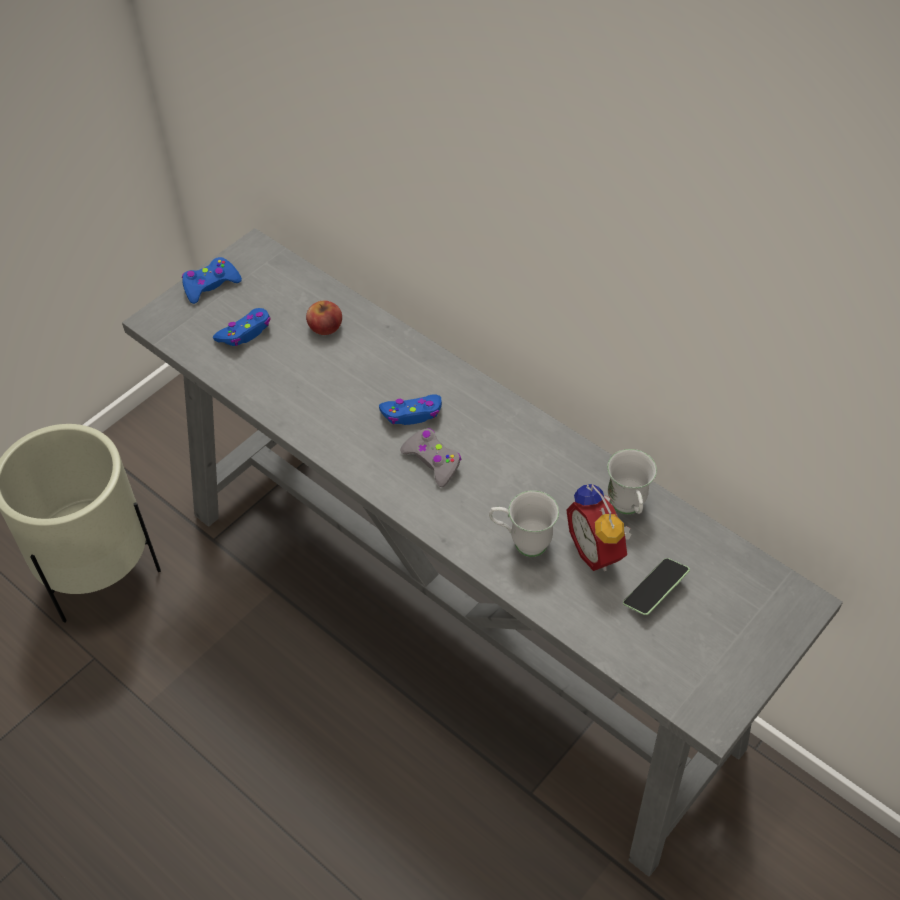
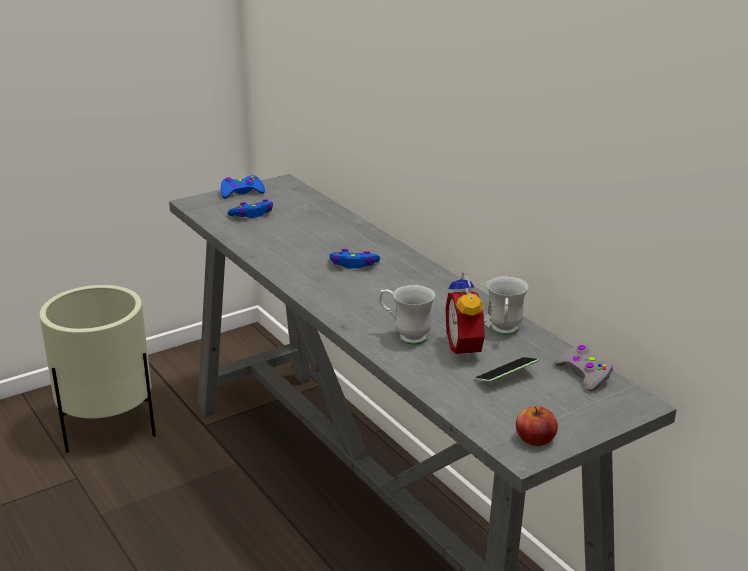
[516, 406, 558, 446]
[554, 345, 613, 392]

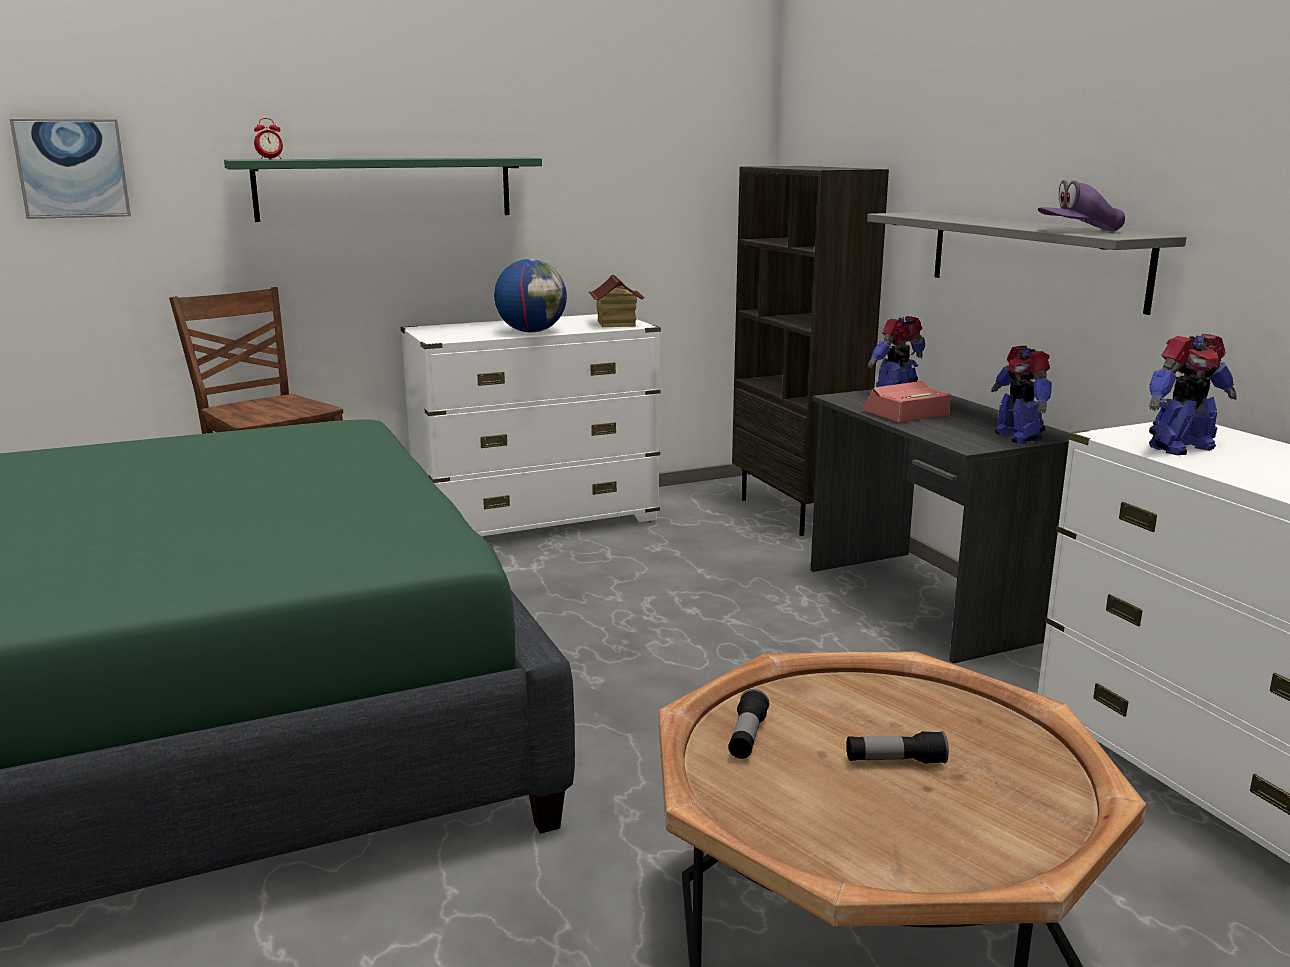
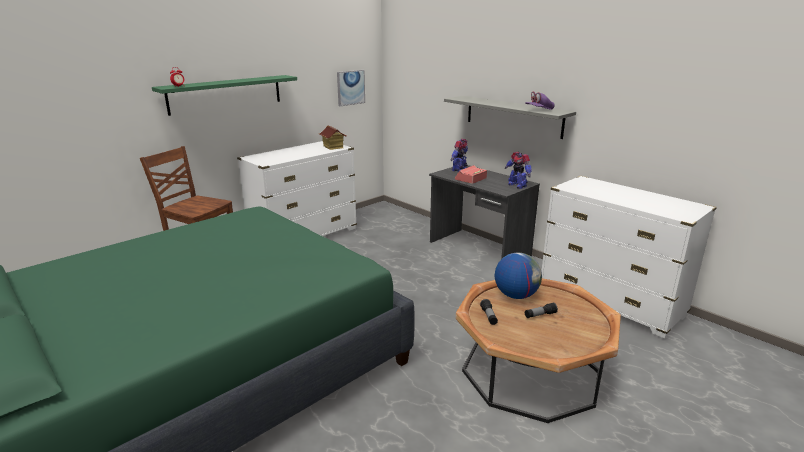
[337, 70, 365, 106]
[732, 166, 889, 536] (first image)
[495, 253, 542, 299]
[1149, 334, 1237, 455] (first image)

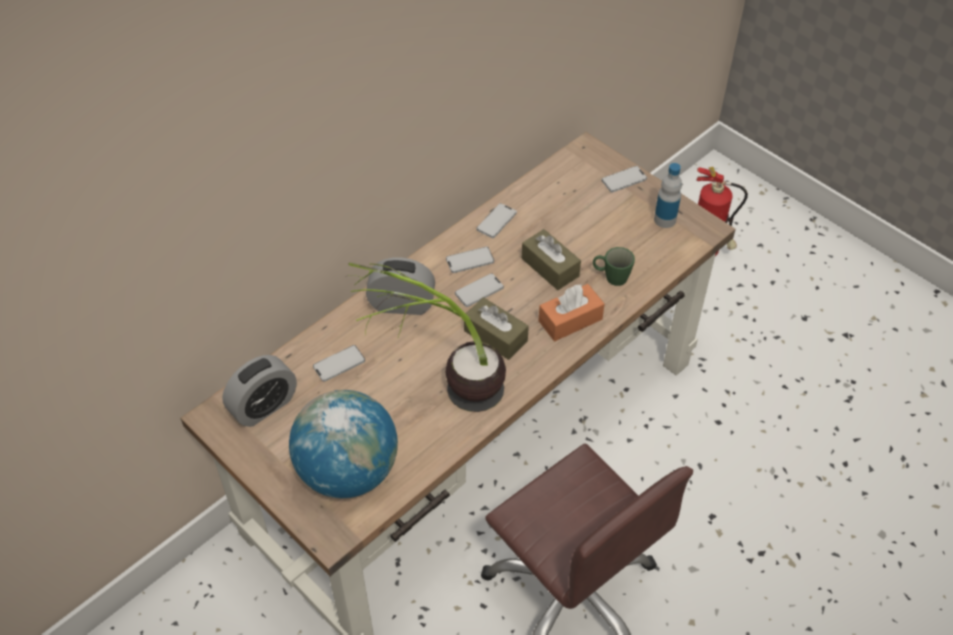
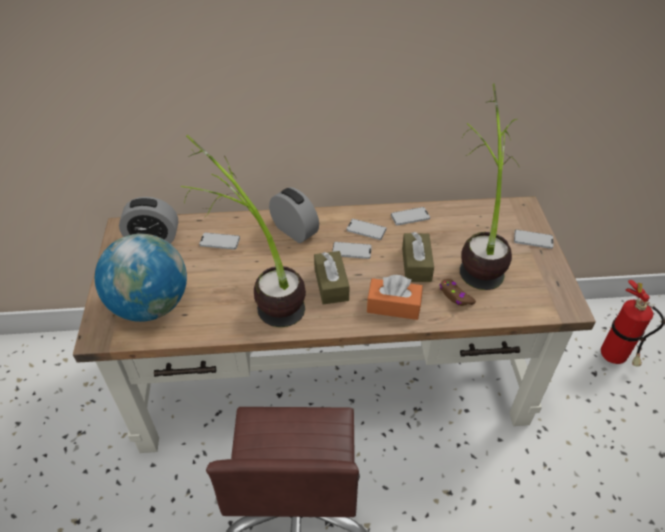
[654, 163, 682, 228] (first image)
[439, 279, 476, 306]
[460, 83, 520, 290]

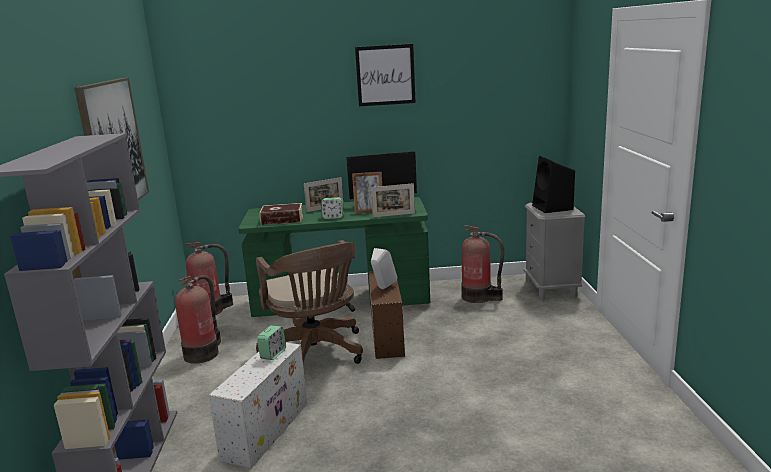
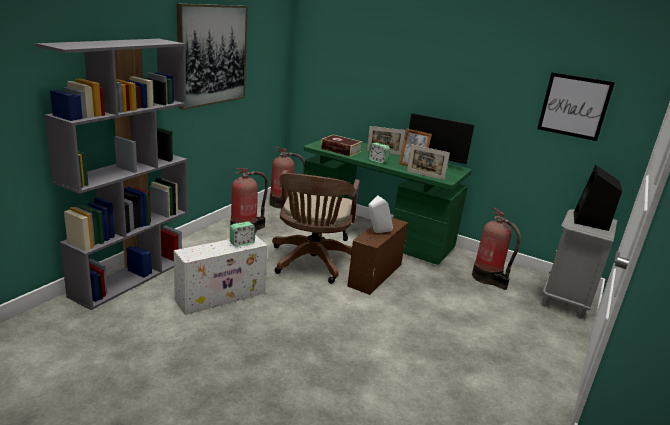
[537, 72, 615, 141]

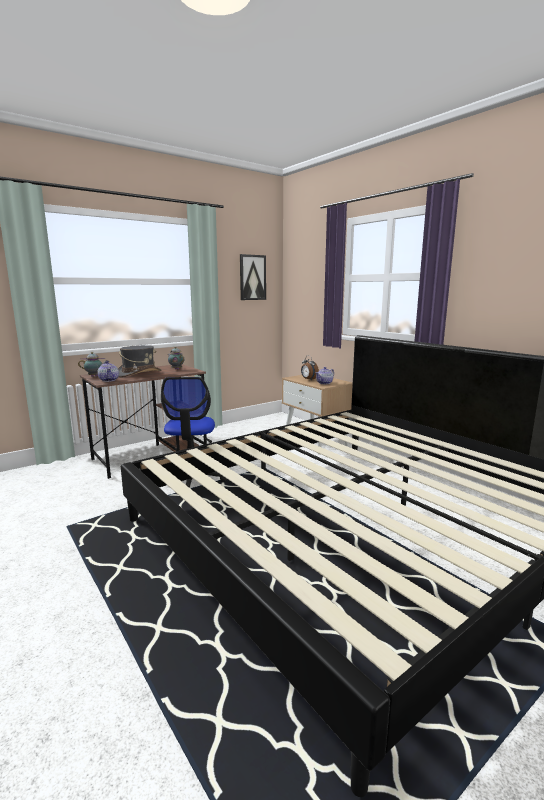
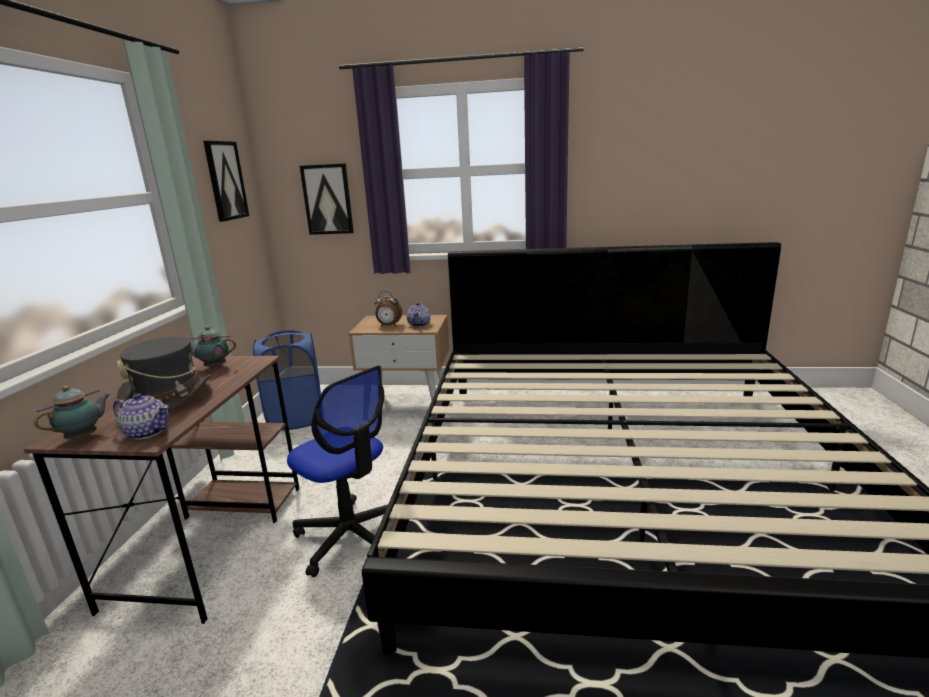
[300, 163, 354, 235]
[253, 330, 321, 430]

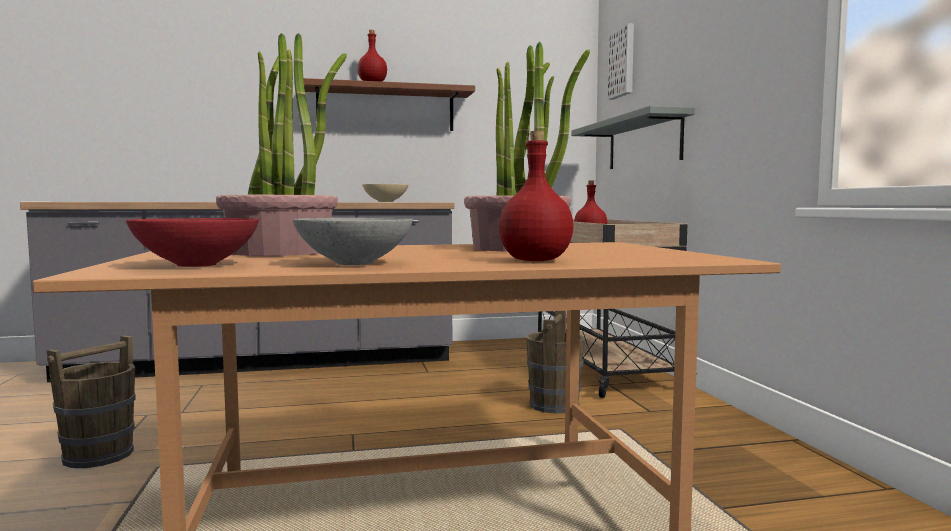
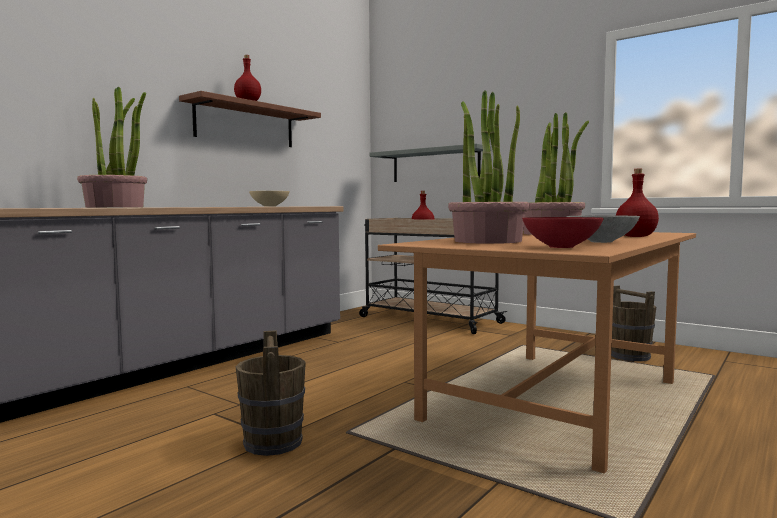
[608, 23, 634, 100] (first image)
[611, 285, 656, 361]
[77, 86, 147, 207]

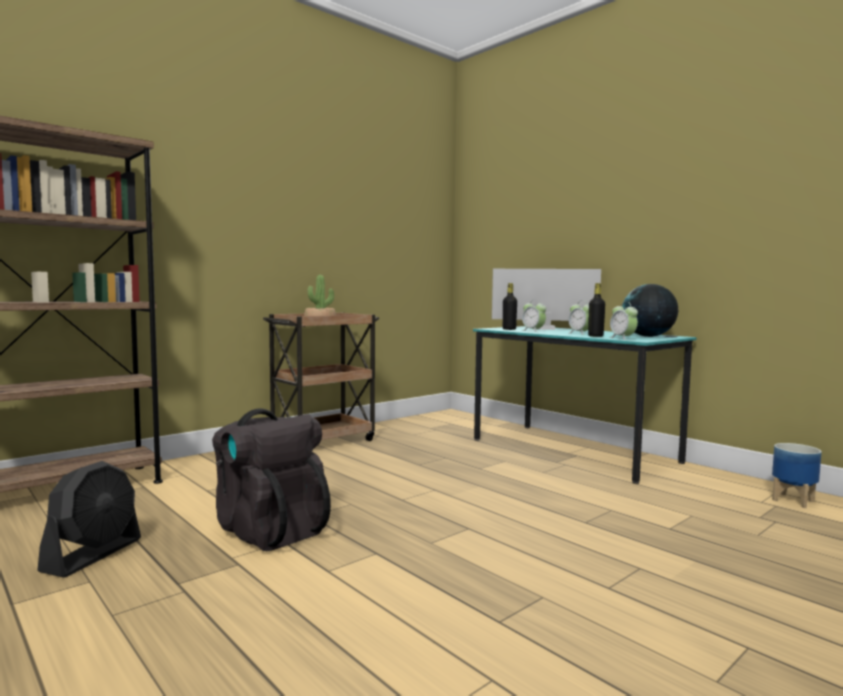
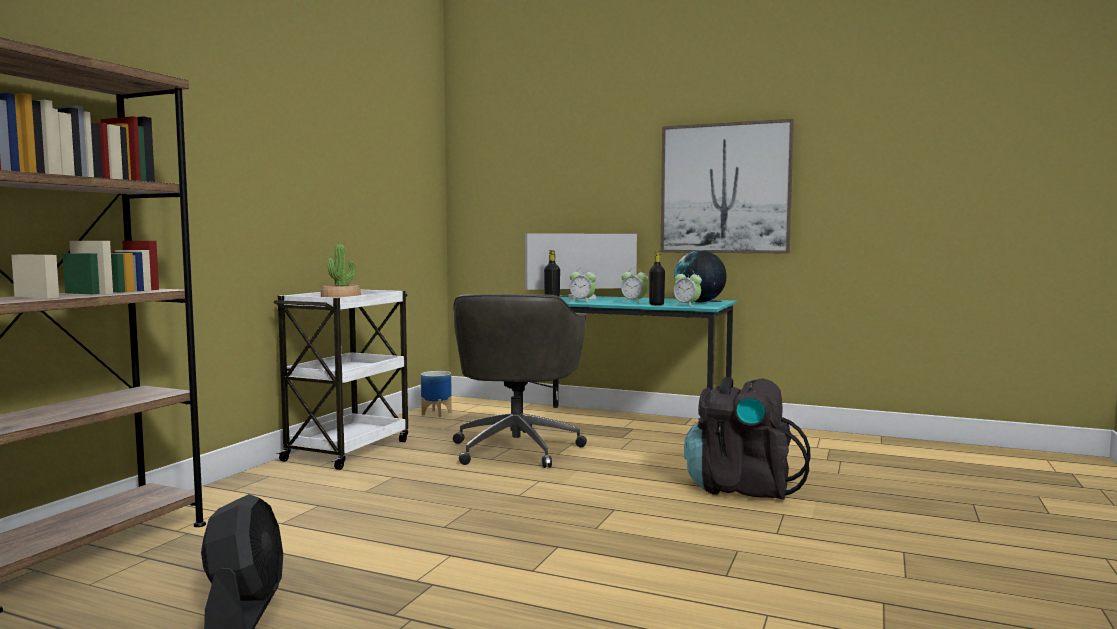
[273, 290, 408, 470]
[684, 377, 811, 500]
[421, 371, 452, 417]
[661, 119, 794, 253]
[453, 294, 587, 468]

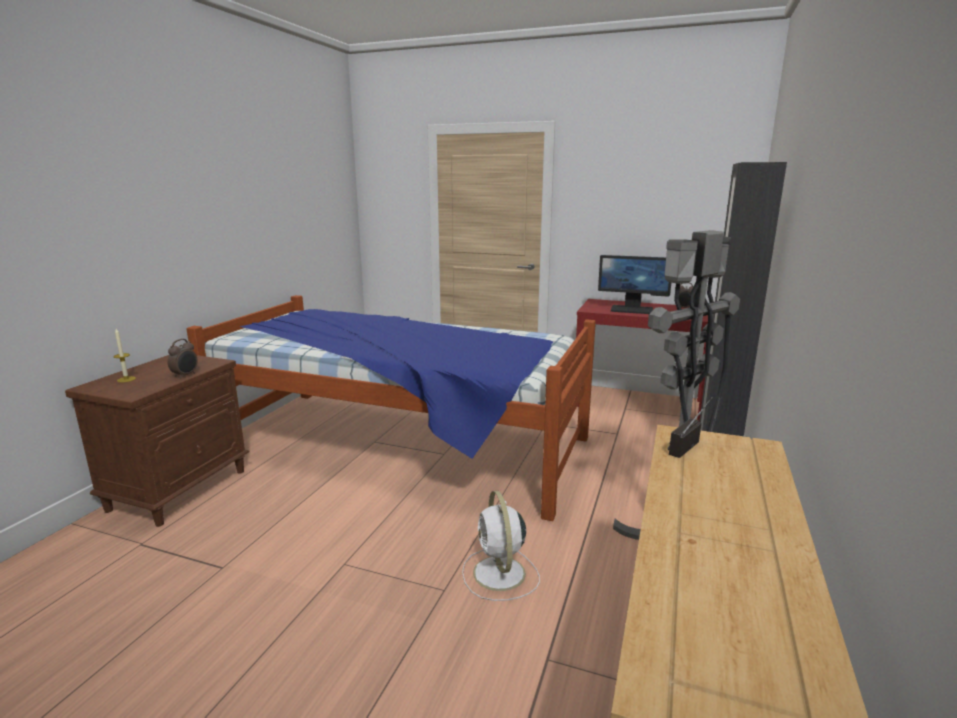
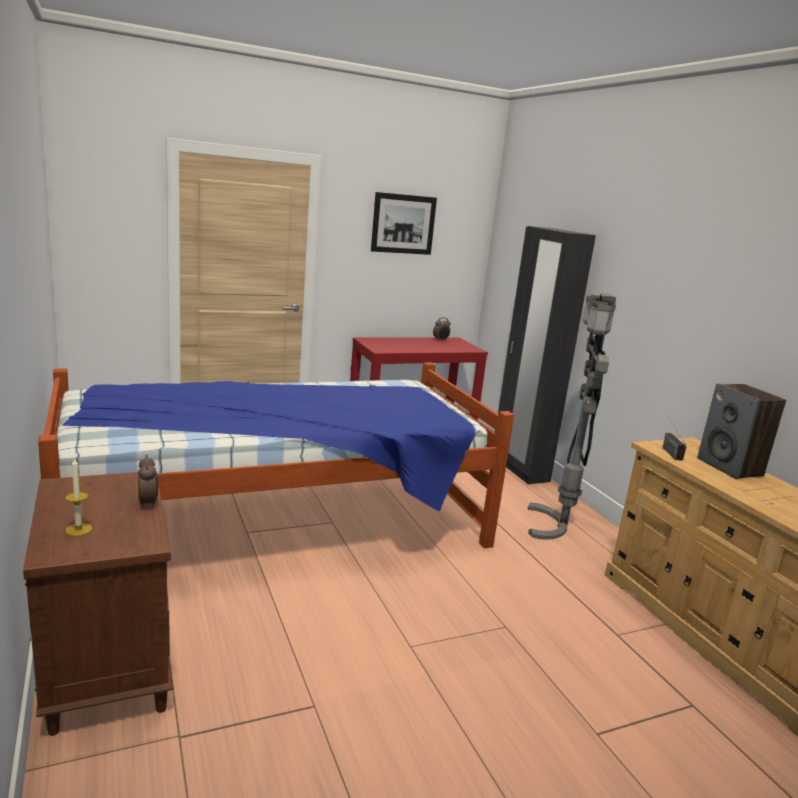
[598, 255, 671, 314] (first image)
[462, 491, 540, 601] (first image)
[371, 192, 437, 255]
[697, 384, 786, 479]

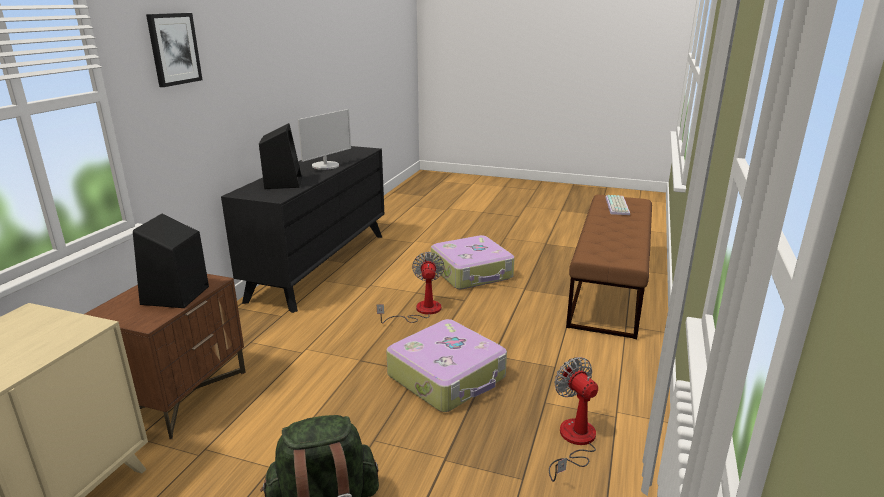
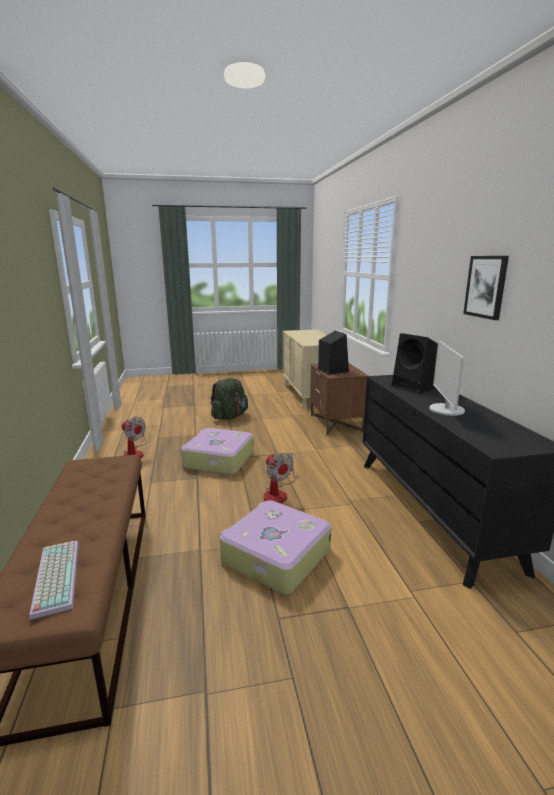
[463, 256, 509, 320]

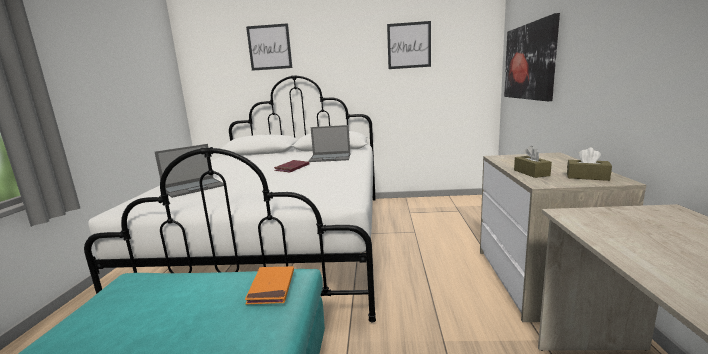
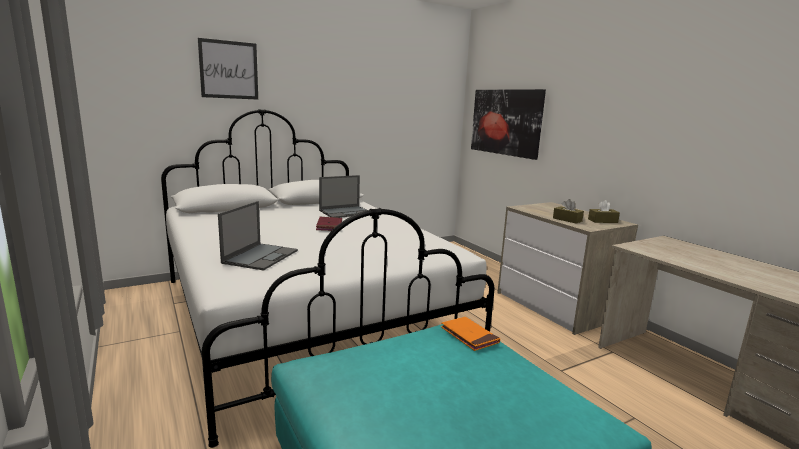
[387, 21, 431, 69] (first image)

